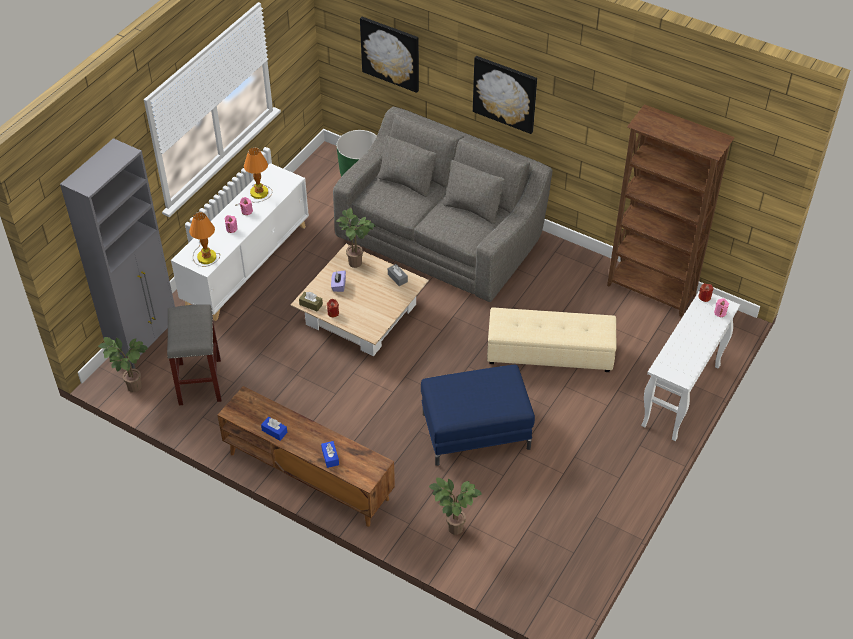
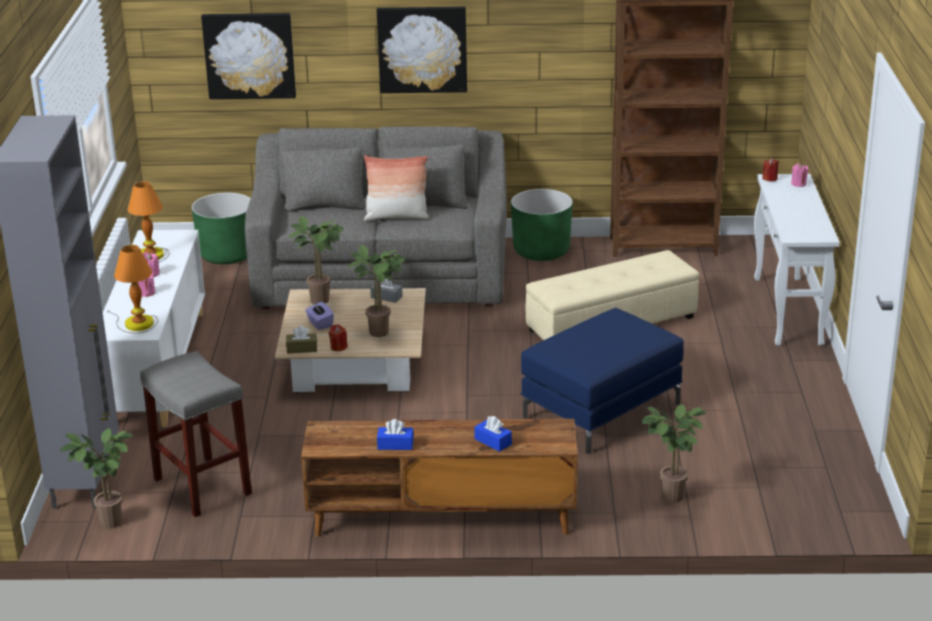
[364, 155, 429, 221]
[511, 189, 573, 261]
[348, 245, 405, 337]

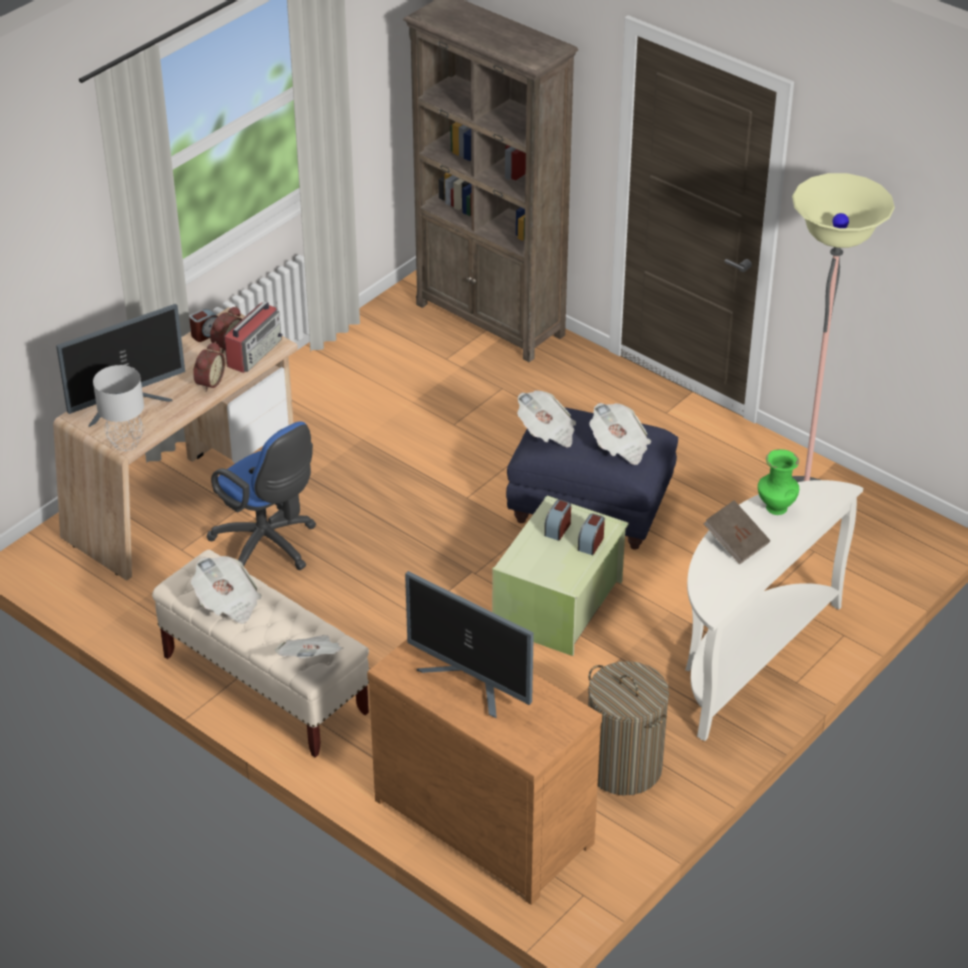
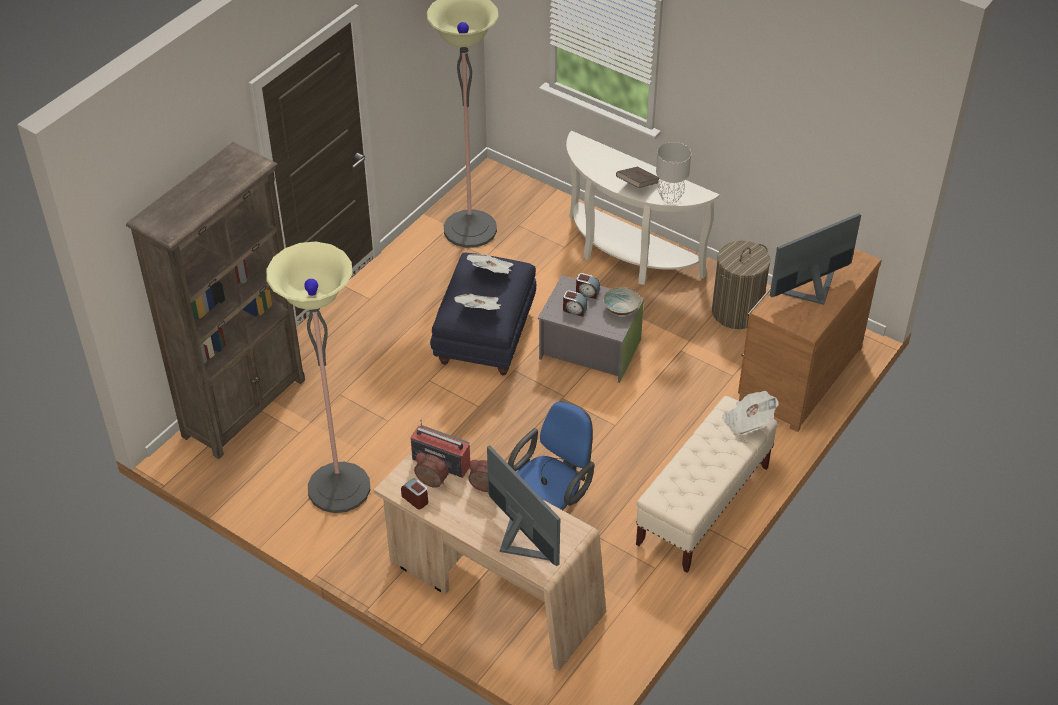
[656, 142, 691, 204]
[758, 449, 799, 515] (first image)
[538, 275, 644, 383]
[191, 556, 262, 624] (first image)
[770, 213, 861, 305]
[266, 242, 370, 513]
[603, 287, 641, 315]

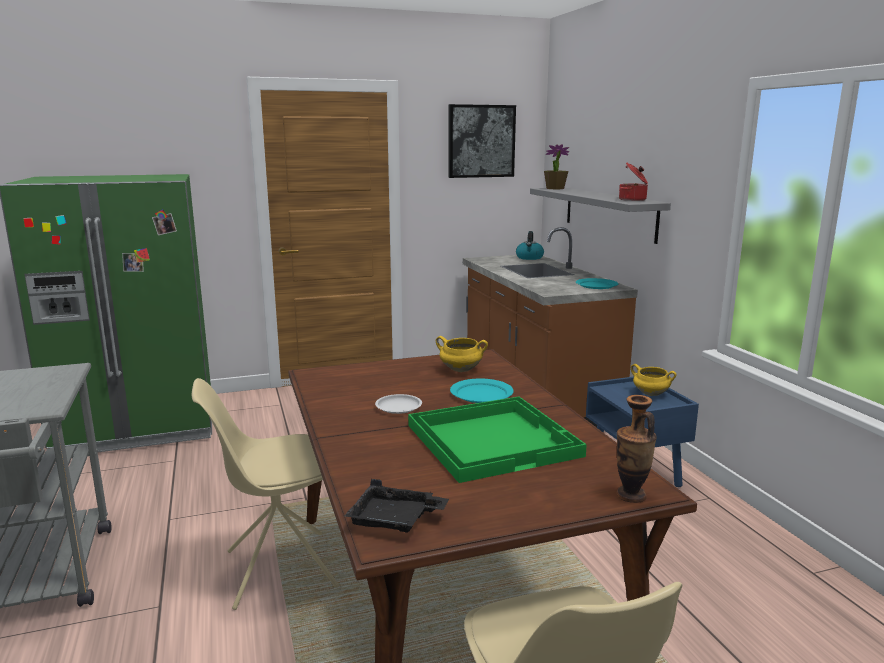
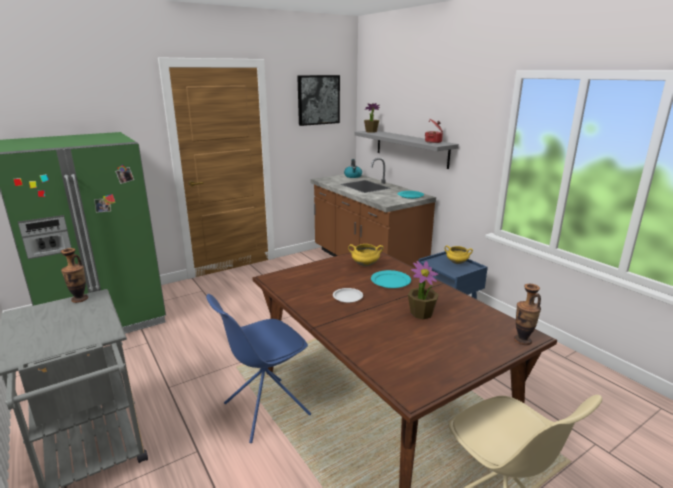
[206, 294, 311, 443]
[408, 261, 439, 320]
[345, 479, 449, 533] (first image)
[61, 248, 88, 303]

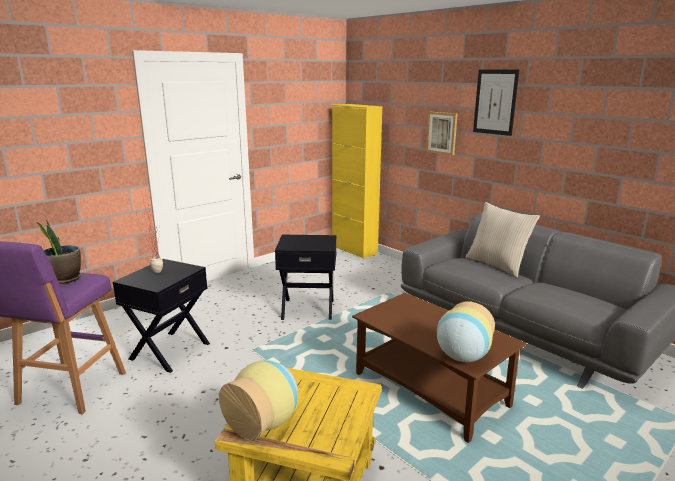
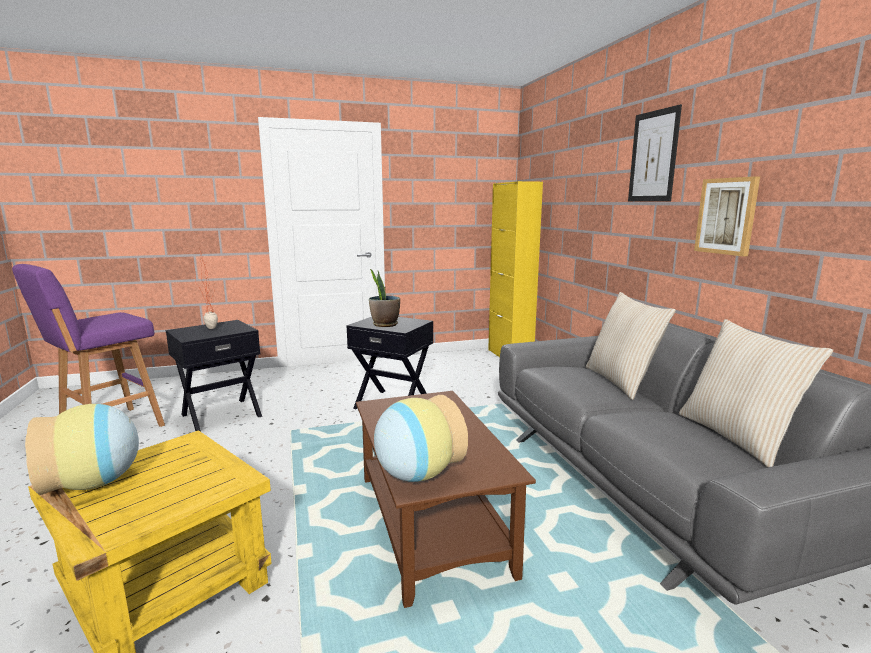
[694, 176, 760, 257]
[369, 269, 400, 327]
[679, 319, 833, 467]

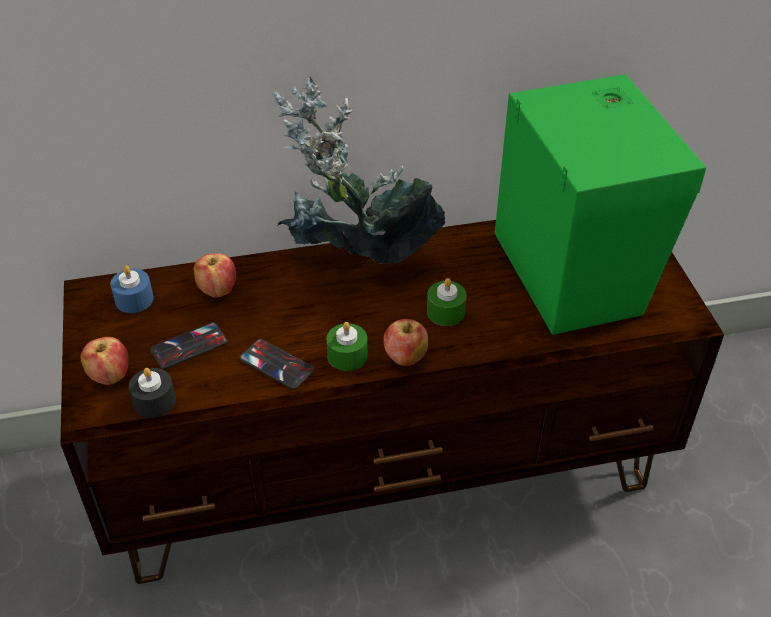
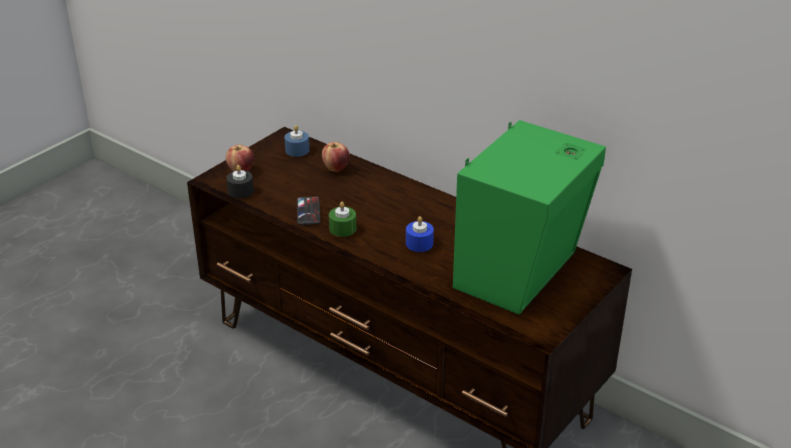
[273, 77, 445, 264] (first image)
[406, 216, 434, 252]
[383, 319, 428, 366] (first image)
[150, 322, 228, 369] (first image)

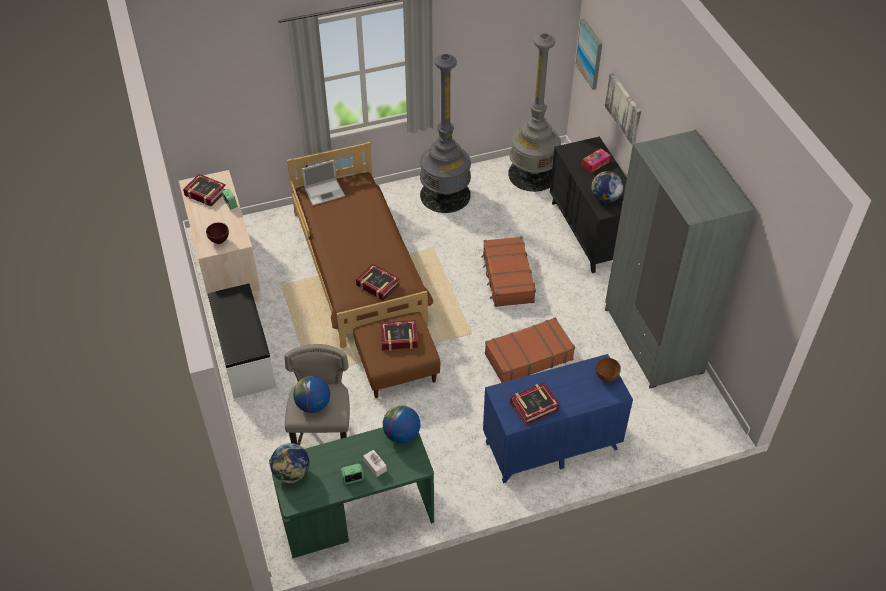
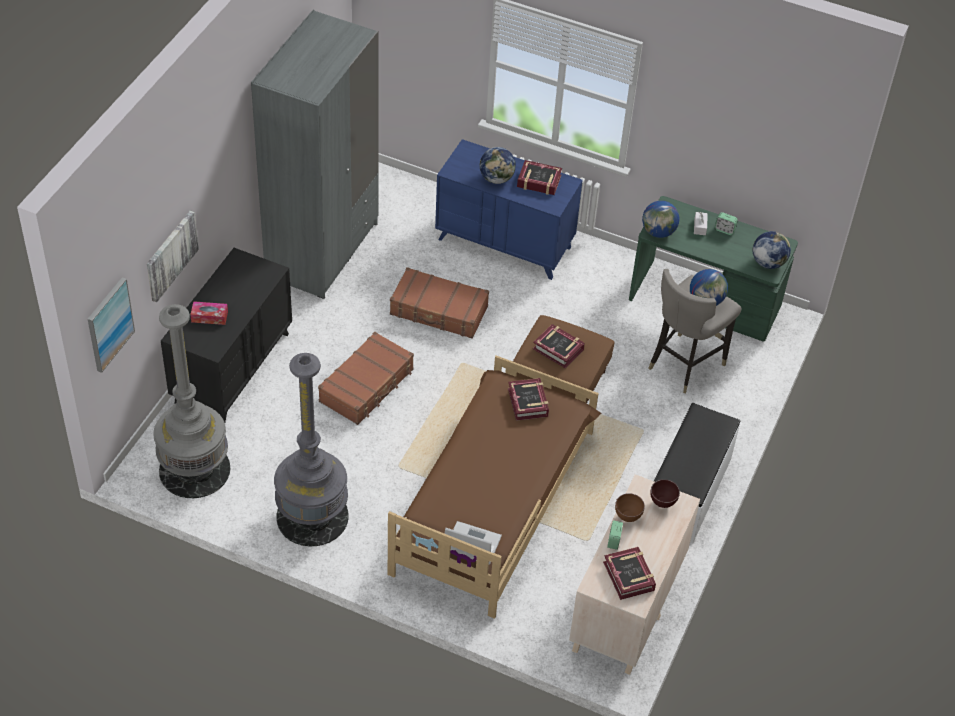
[480, 147, 516, 184]
[615, 493, 645, 522]

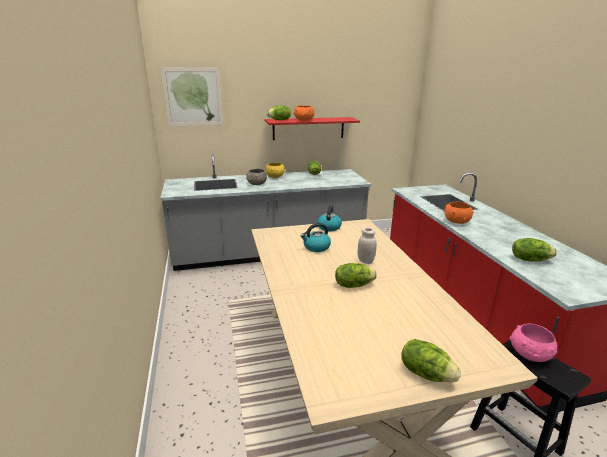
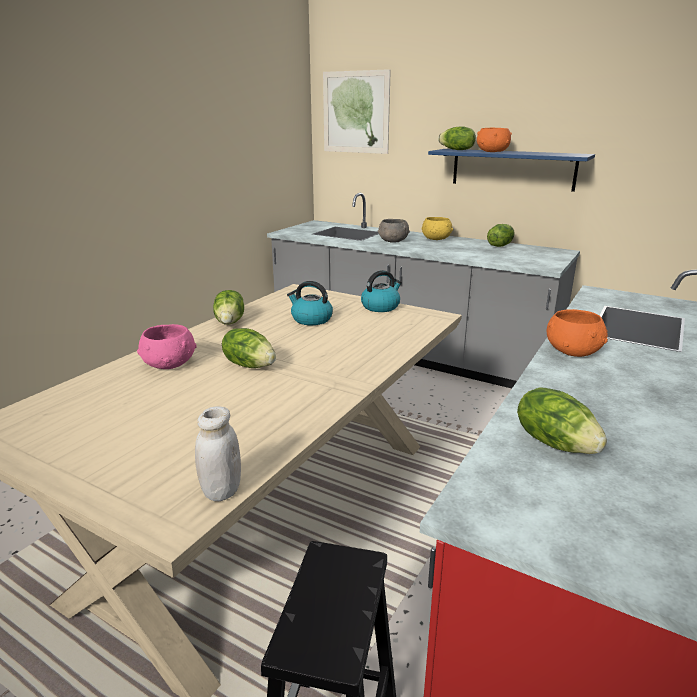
[428, 149, 595, 192]
[195, 406, 241, 501]
[137, 324, 197, 369]
[213, 290, 244, 325]

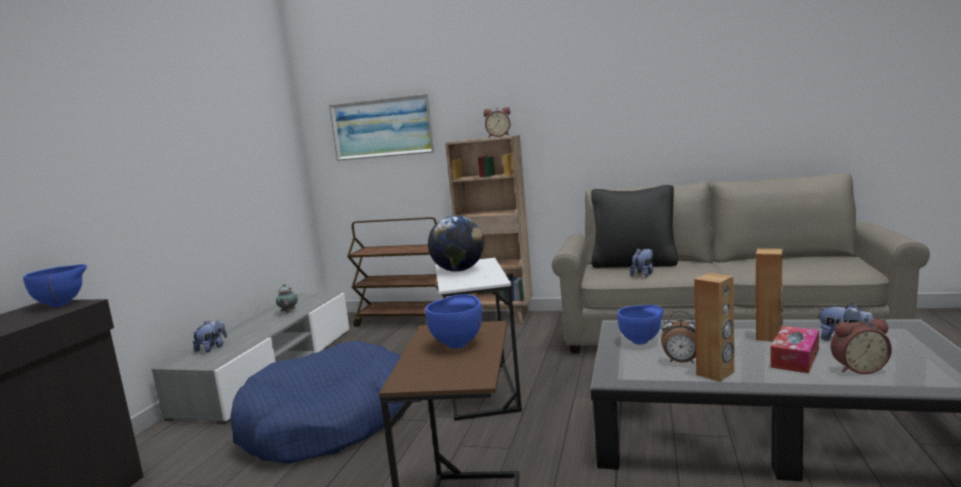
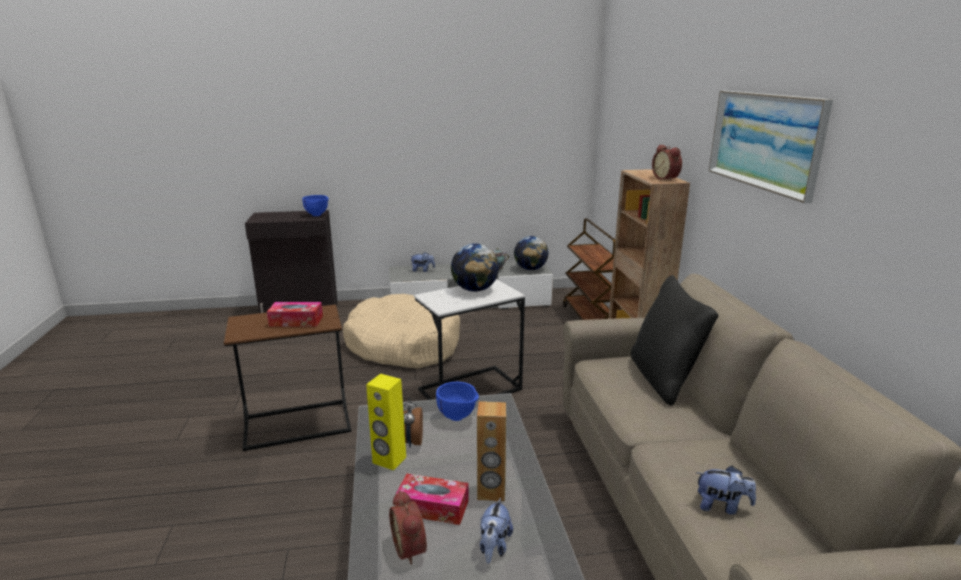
[709, 91, 833, 203]
[697, 466, 756, 515]
[366, 374, 406, 470]
[267, 302, 323, 327]
[343, 294, 460, 369]
[514, 236, 548, 270]

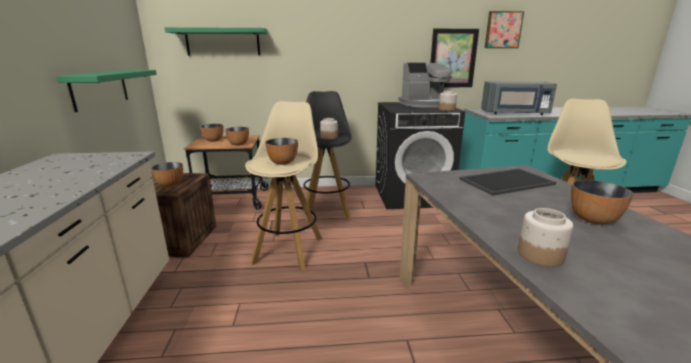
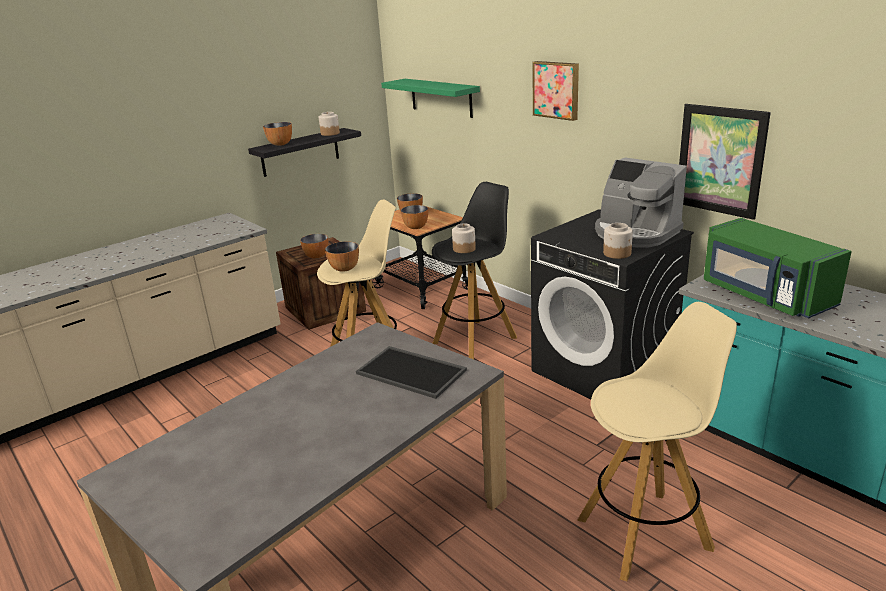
[533, 61, 579, 121]
[248, 128, 361, 177]
[704, 218, 852, 318]
[263, 122, 292, 146]
[319, 112, 340, 136]

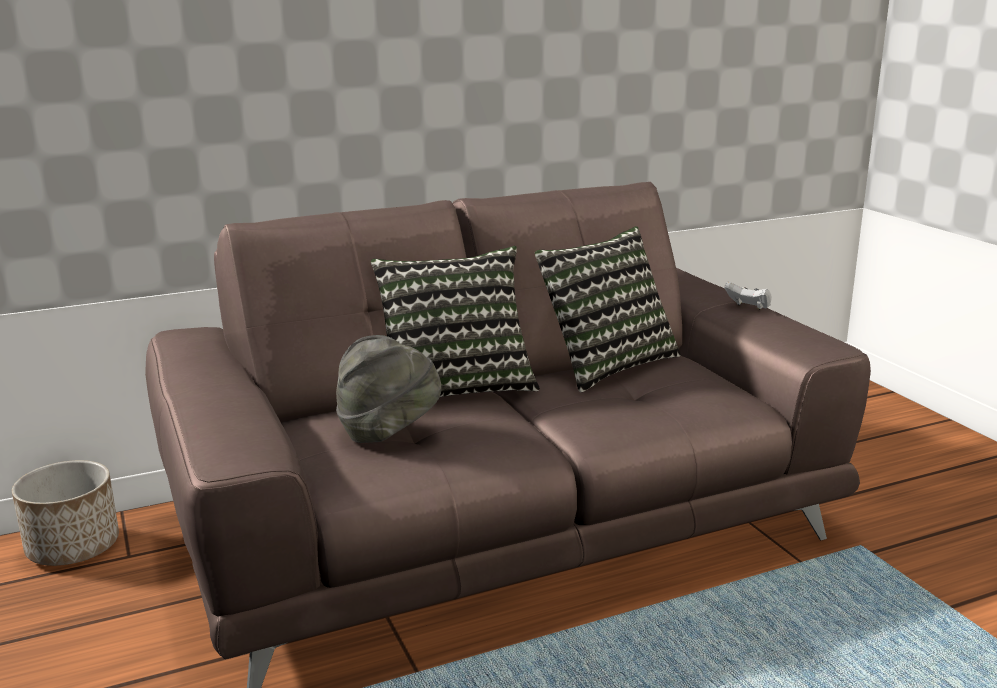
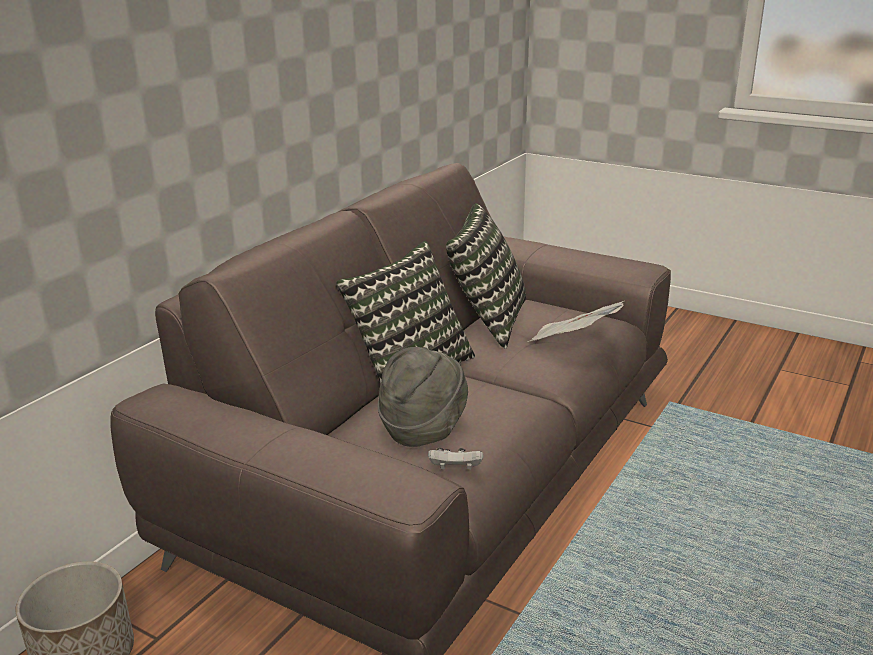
[428, 448, 484, 470]
[527, 301, 624, 342]

